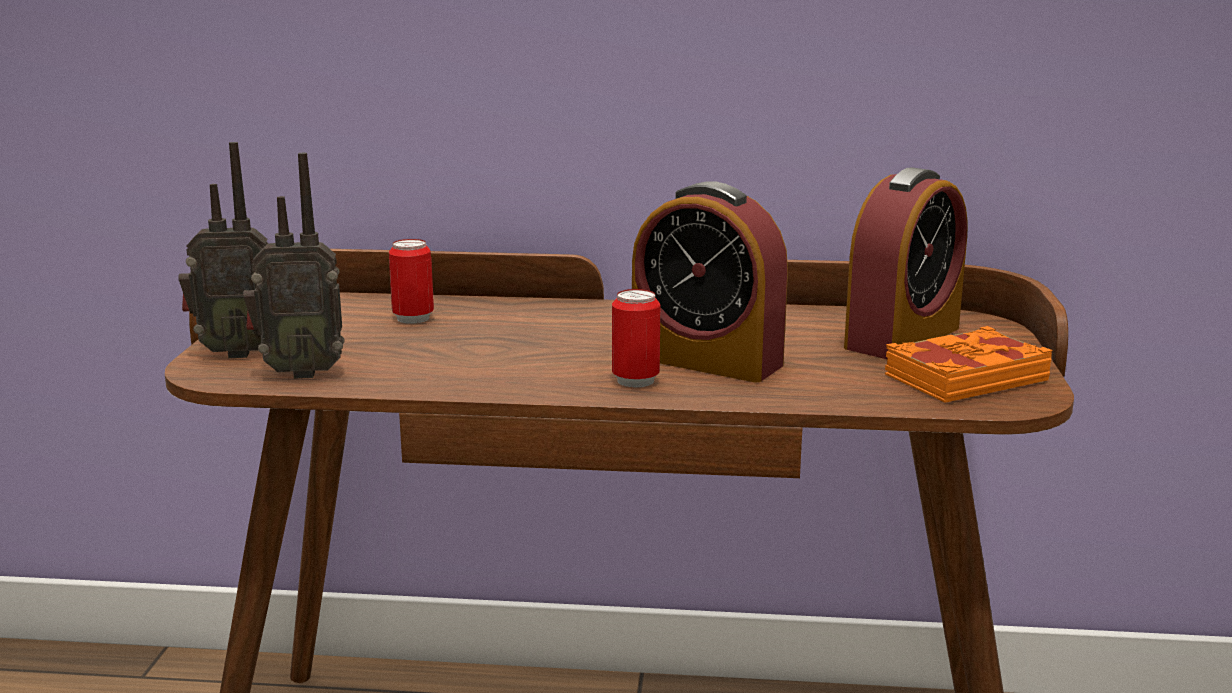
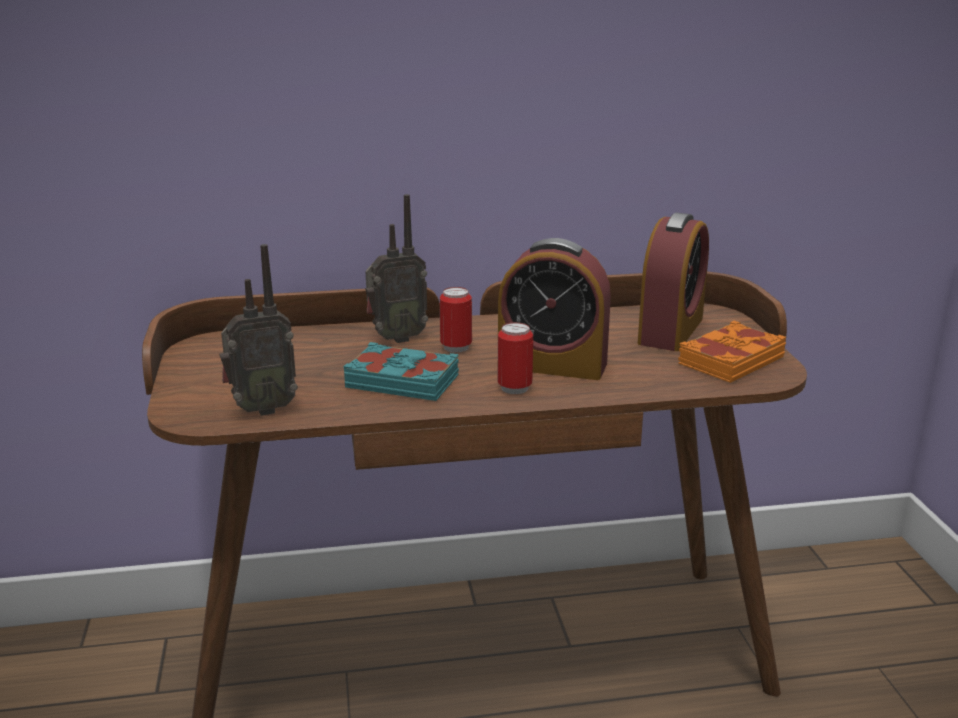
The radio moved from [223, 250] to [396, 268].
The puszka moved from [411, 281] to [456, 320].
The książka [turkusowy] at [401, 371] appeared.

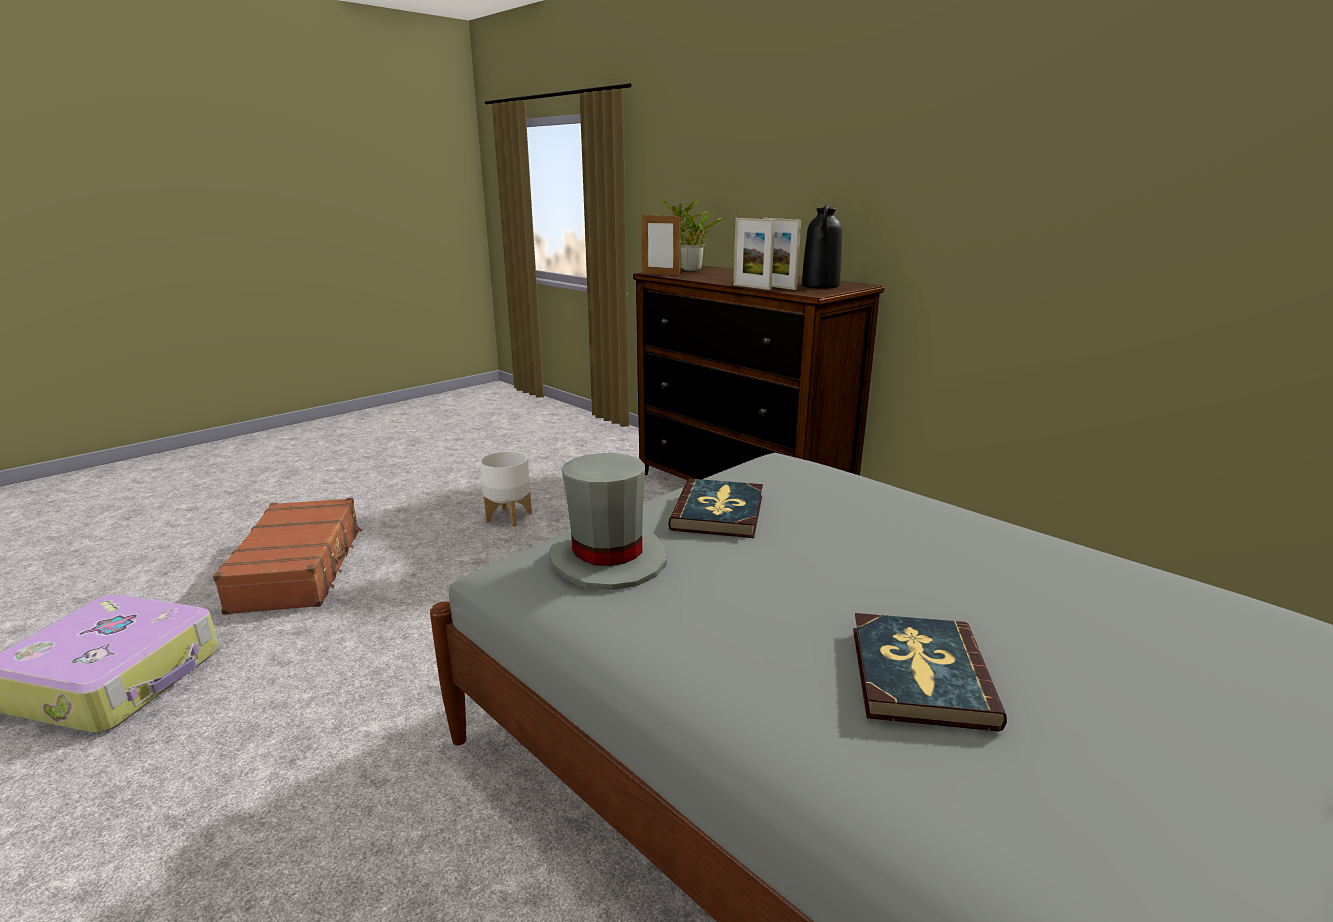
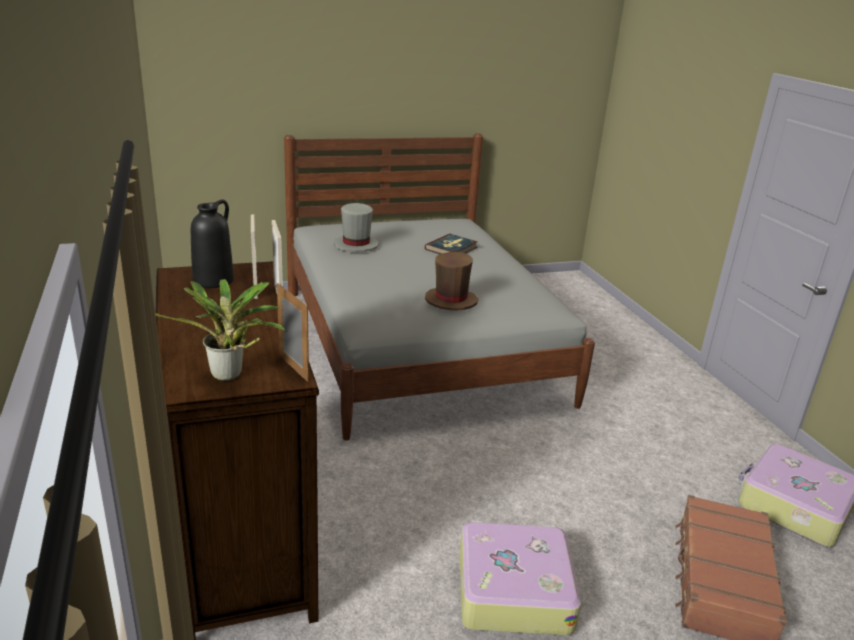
The donica [biały] at [506, 489] was replaced by the walizka at [520, 578].
The kapelusz [szary] moved from [607, 521] to [356, 227].
The książka at [715, 508] was replaced by the kapelusz [brązowy] at [451, 281].

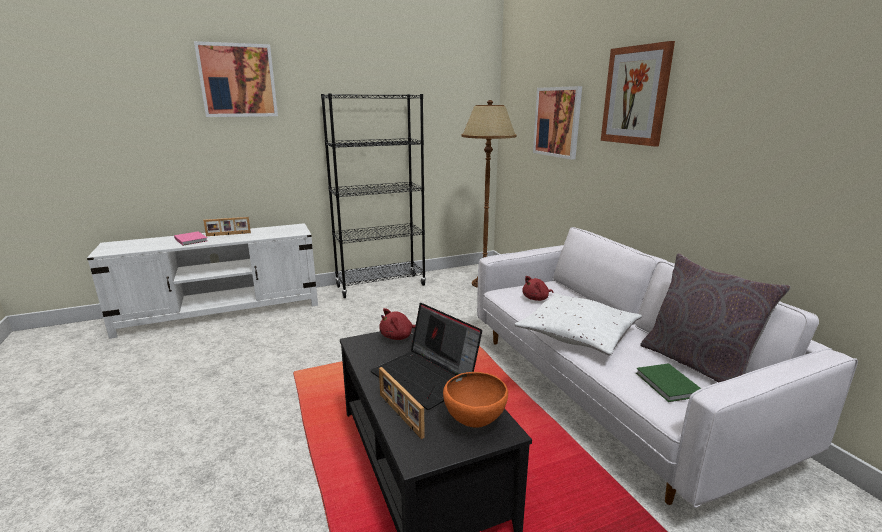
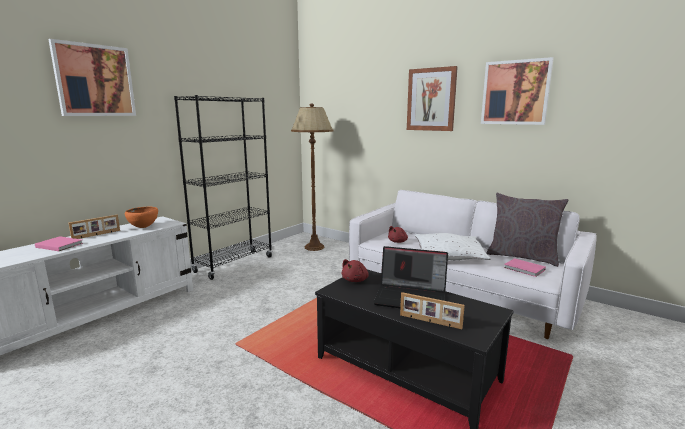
The obraz moved from [557, 123] to [517, 91].
The książka [zielony] at [668, 382] became the książka [różowy] at [525, 267].
The miska [pomarańczowy] moved from [475, 400] to [141, 217].

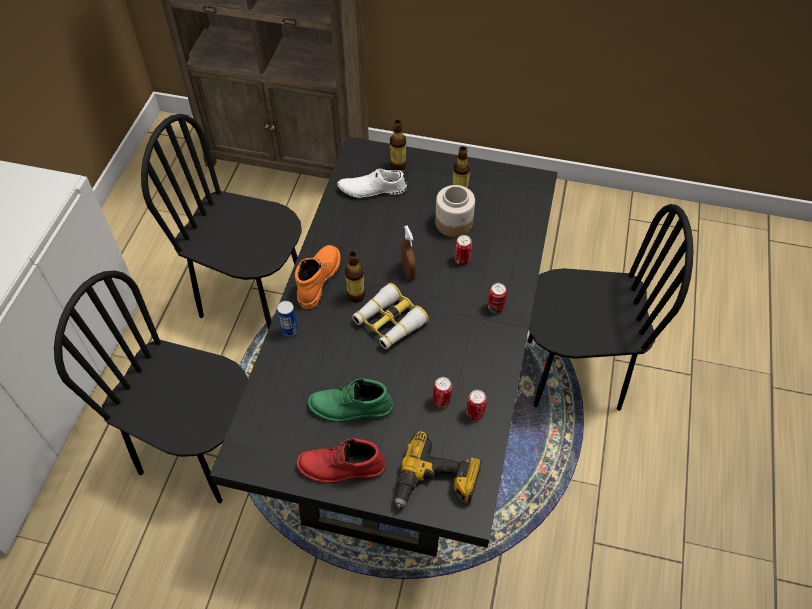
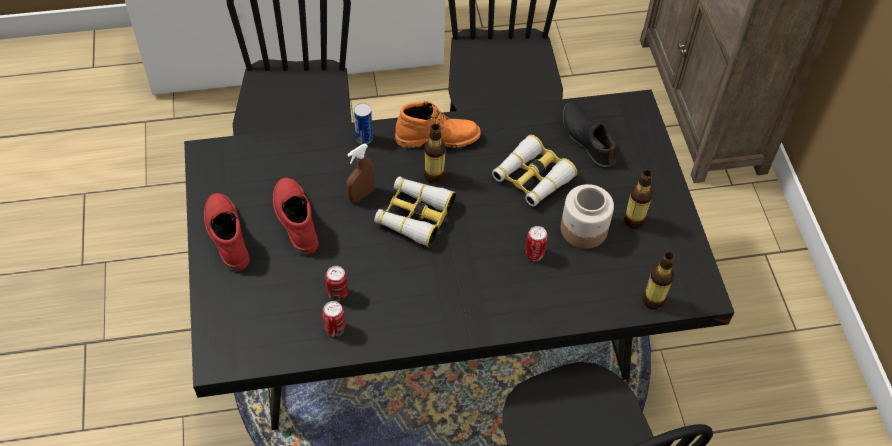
The butelka moved from [398, 145] to [659, 281].
The but [biały] at [372, 183] became the but [czarny] at [589, 135].
The spryskiwacz [brązowy] moved from [408, 253] to [360, 173].
The puszka at [497, 298] disappeared.
The but z cholewką [zielony] at [350, 400] became the but z cholewką [czerwony] at [296, 216].
The wiertarka at [438, 469] disappeared.
The lornetka at [534, 170] appeared.

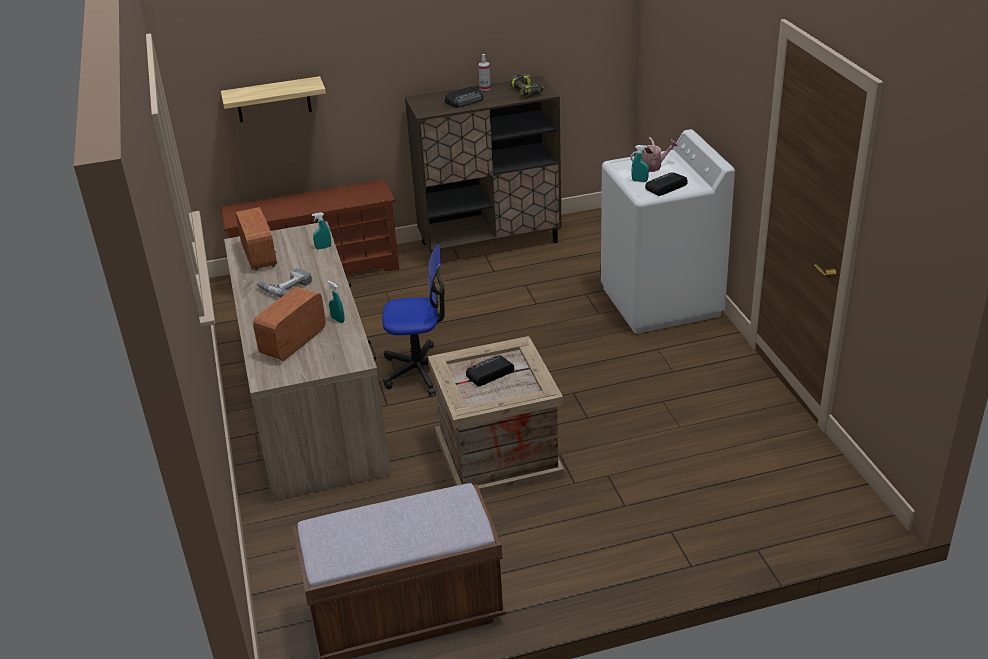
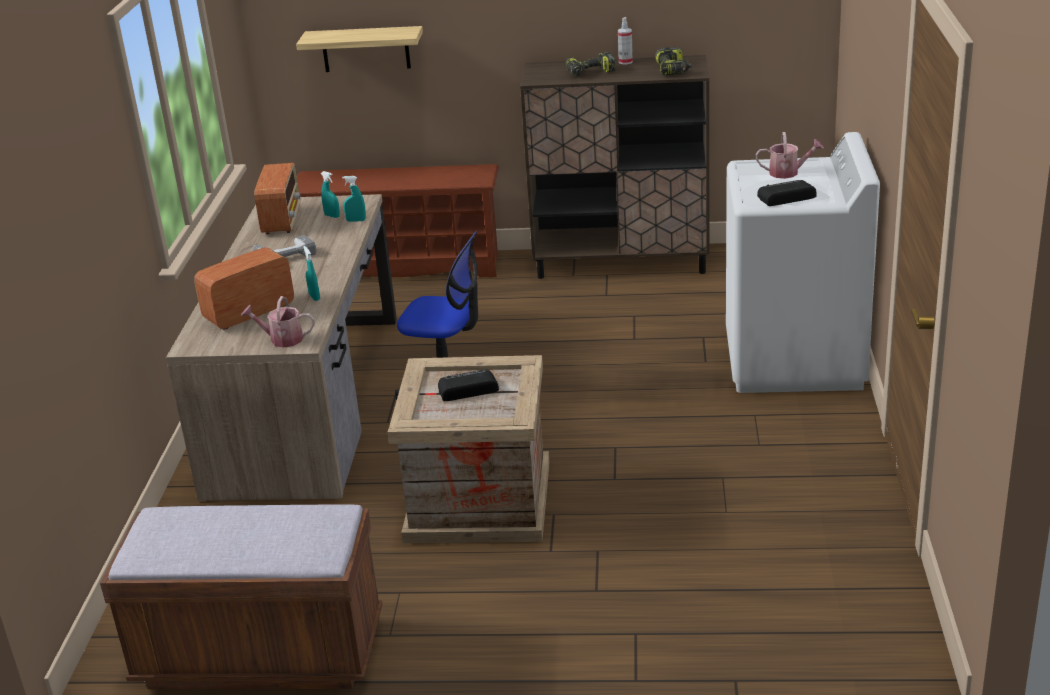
The radio at [464, 97] was replaced by the wiertarka at [591, 64].
The spryskiwacz [turkusowy] moved from [640, 163] to [330, 194].
The konewka at [278, 322] appeared.

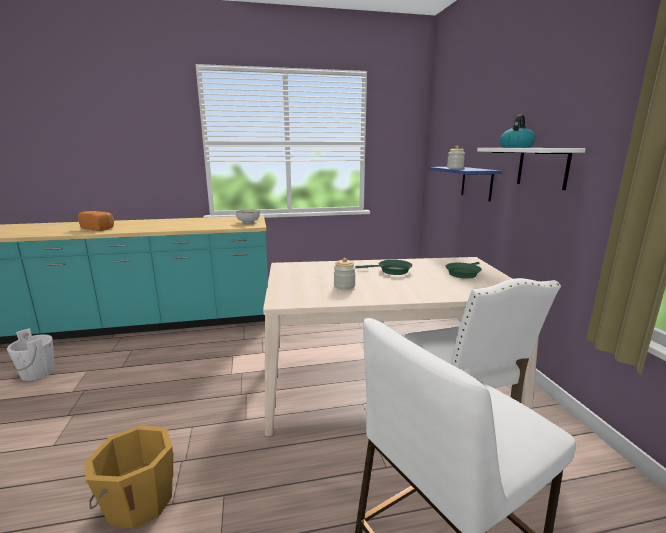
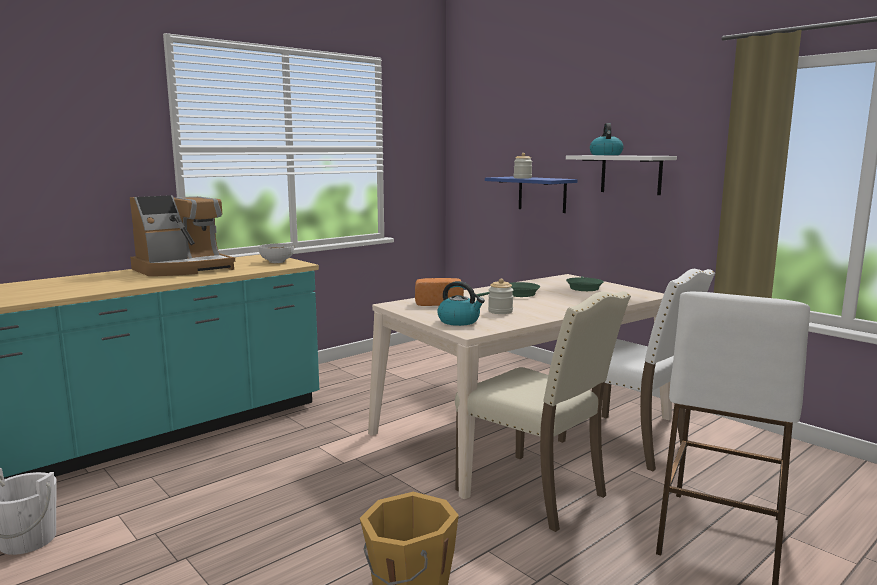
The chleb moved from [96, 221] to [439, 292].
The ekspres do kawy at [182, 235] appeared.
The czajnik at [461, 303] appeared.
The krzesło [beżowy] at [543, 411] appeared.

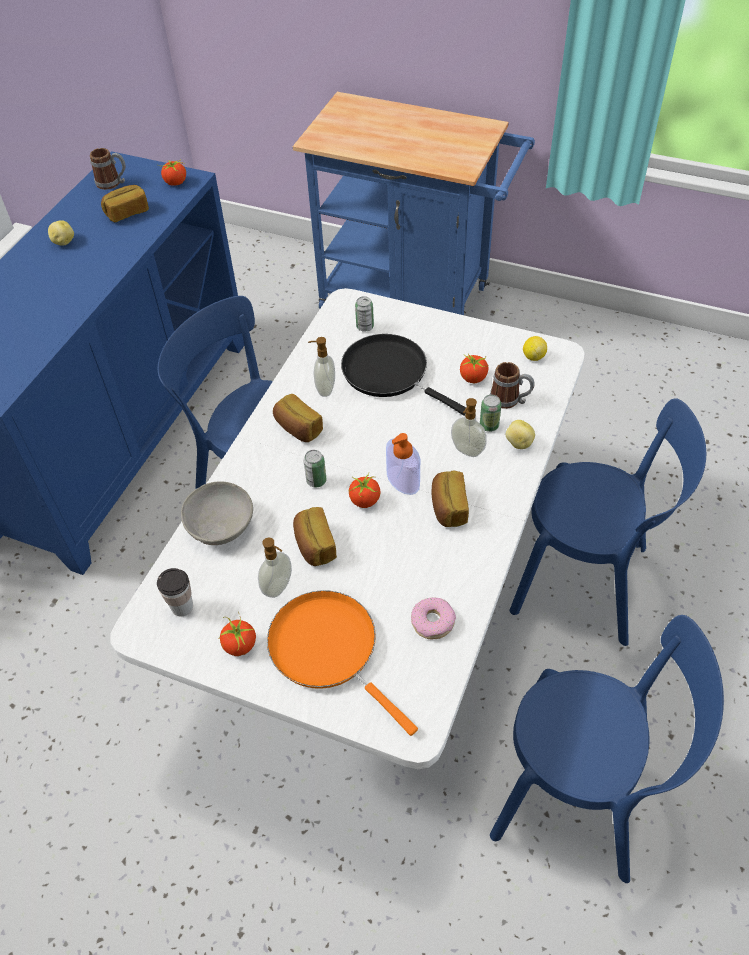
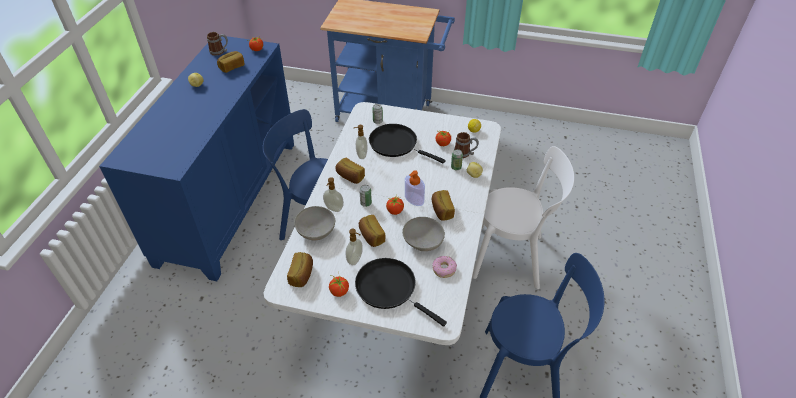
The dozownik mydła moved from [469, 427] to [333, 194].
The krzesło [niebieski] at [608, 522] became the krzesło [biały] at [523, 217].
The filiżanka at [175, 592] was replaced by the chleb at [300, 269].
The patelnia [pomarańczowy] at [342, 663] became the patelnia [czarny] at [401, 292].
The miska [szary] at [423, 234] appeared.

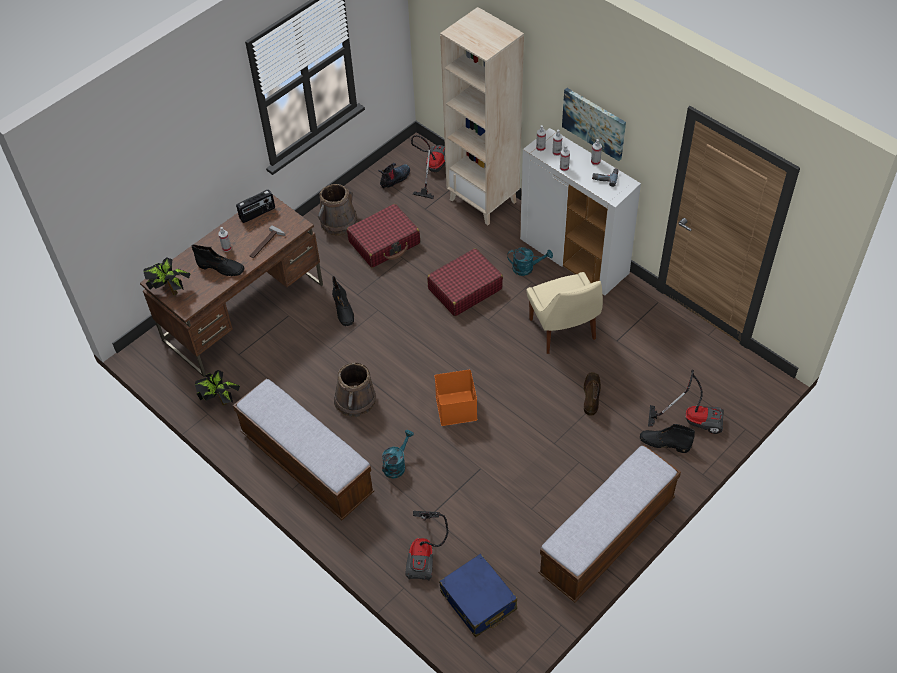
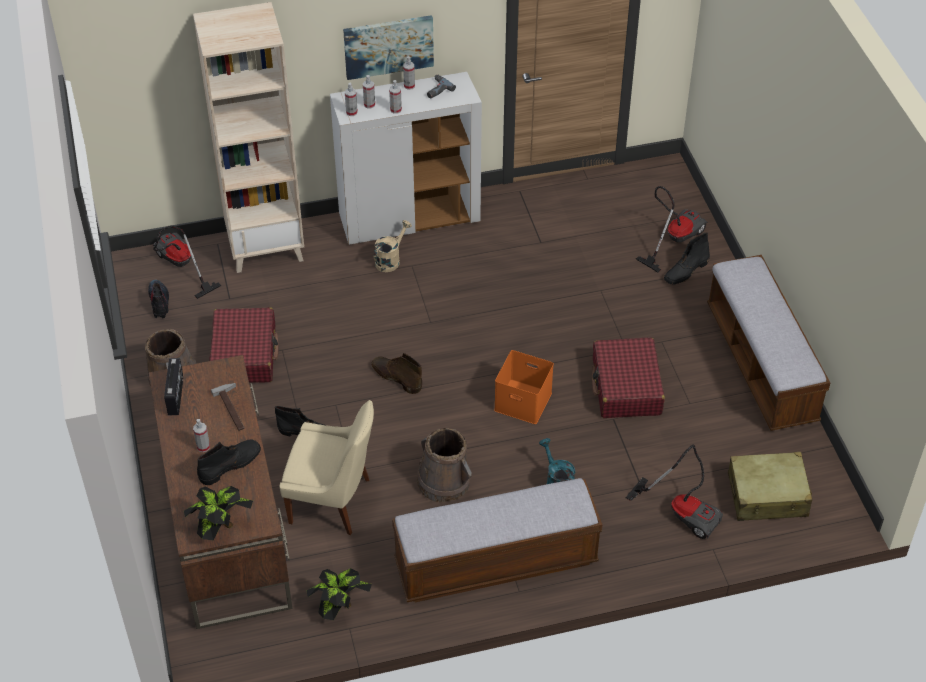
The konewka [turkusowy] at [530, 261] became the konewka [beżowy] at [393, 246].
The walizka [czerwony] moved from [465, 282] to [628, 378].
The krzesło [beżowy] moved from [565, 313] to [327, 467].
The but z cholewką [brązowy] moved from [592, 394] to [396, 373].
The walizka [niebieski] at [478, 595] became the walizka [beżowy] at [770, 486].

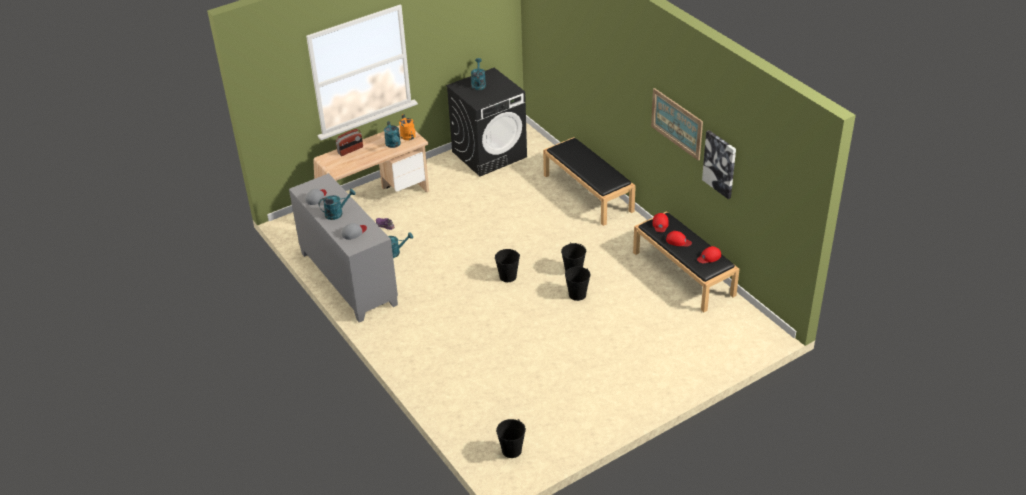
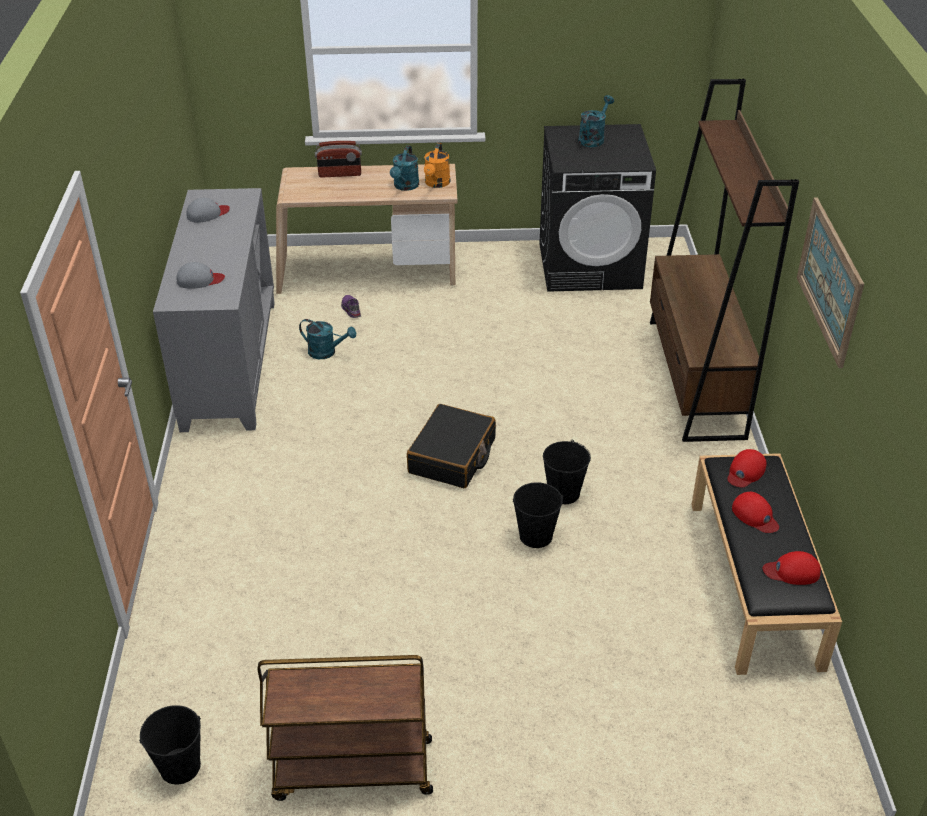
The obraz at [719, 164] disappeared.
The ławka [czarny] at [589, 181] was replaced by the regał [brązowy] at [724, 260].
The konewka [turkusowy] at [337, 204] disappeared.
The wiadro [czarny] at [507, 265] was replaced by the walizka [czarny] at [451, 446].
The wózek [brązowy] at [345, 728] appeared.

